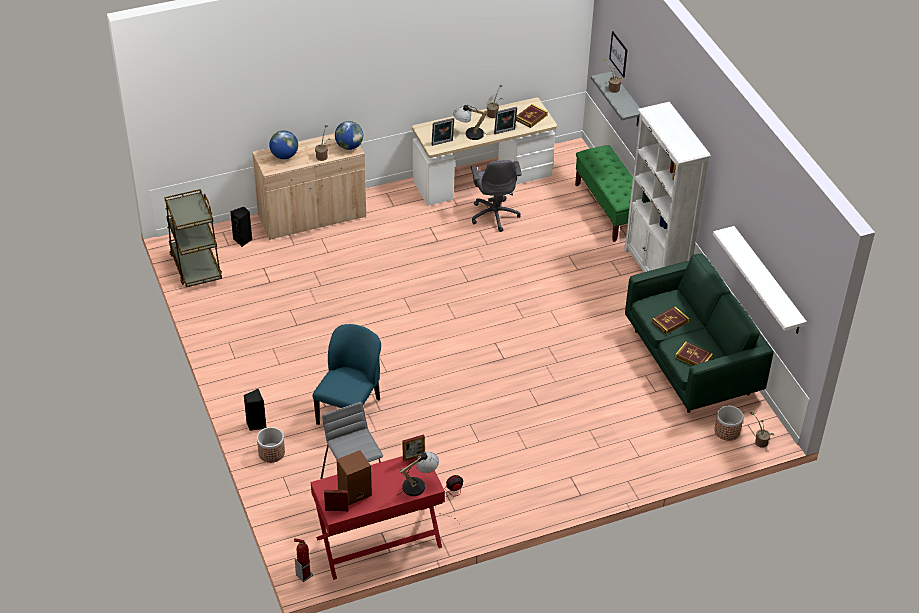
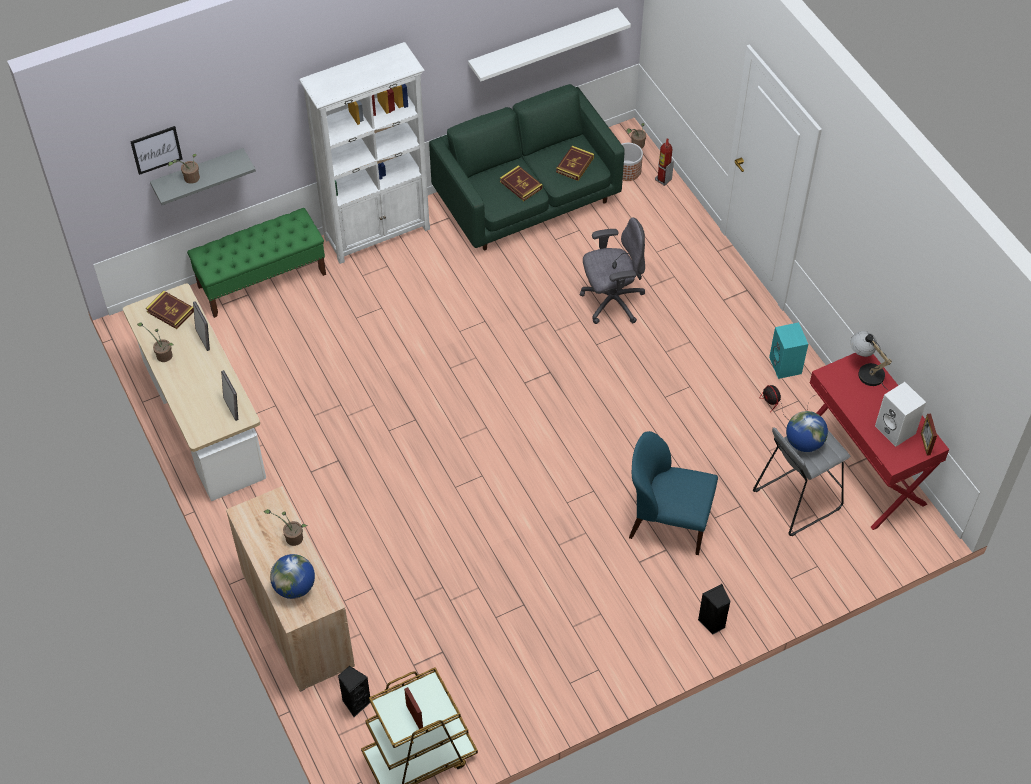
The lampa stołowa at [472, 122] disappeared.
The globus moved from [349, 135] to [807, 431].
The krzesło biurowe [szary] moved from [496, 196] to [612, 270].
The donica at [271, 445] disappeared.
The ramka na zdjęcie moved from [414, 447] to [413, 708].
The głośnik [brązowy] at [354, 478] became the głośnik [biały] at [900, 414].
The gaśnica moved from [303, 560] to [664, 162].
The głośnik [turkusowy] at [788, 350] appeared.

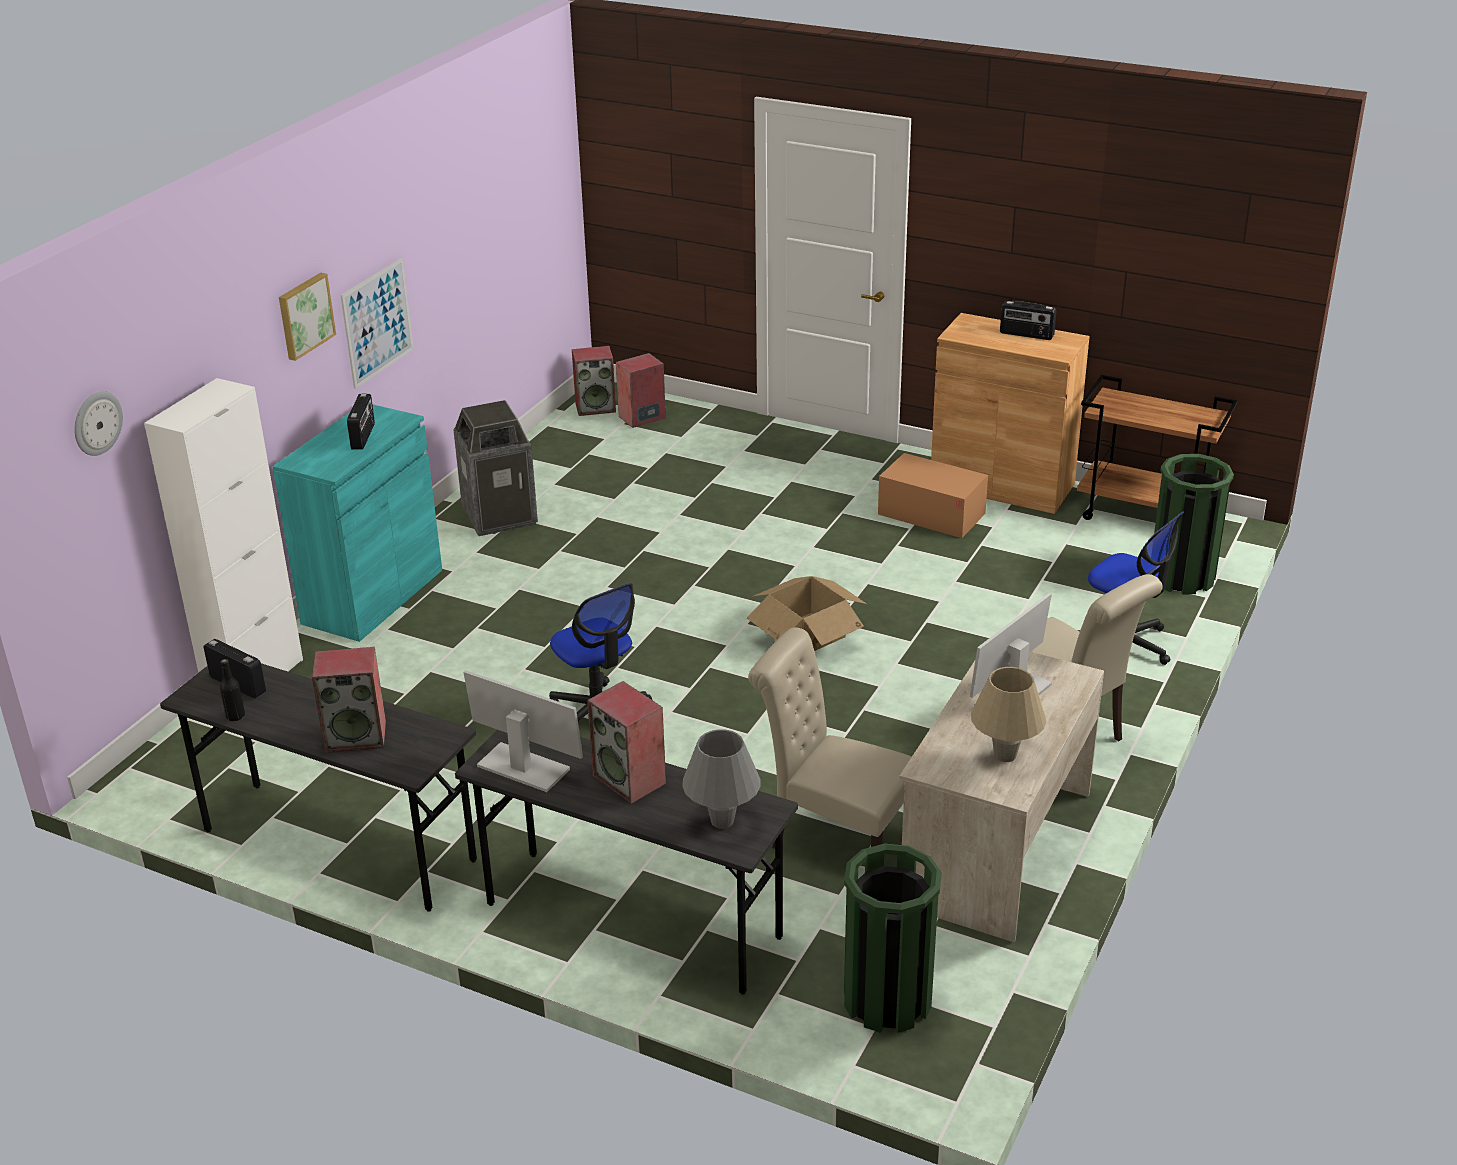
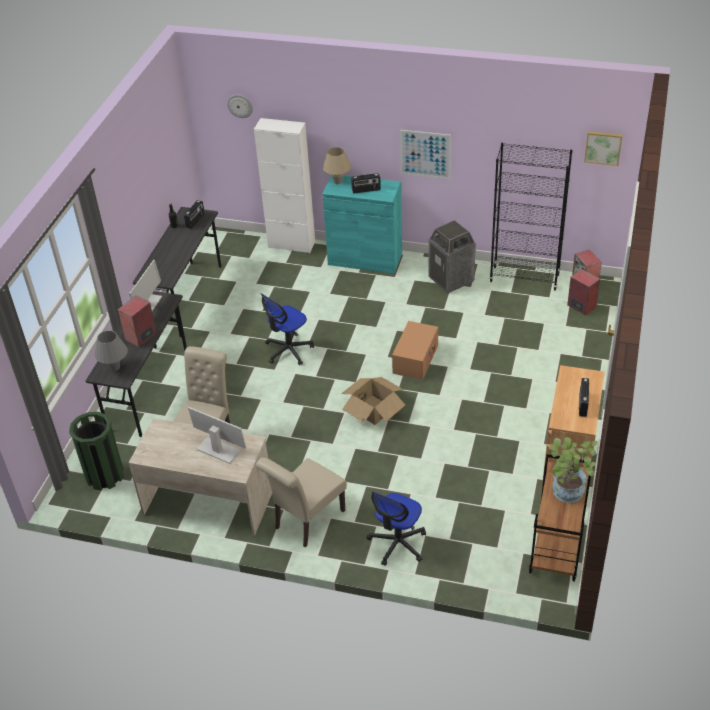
The obraz moved from [307, 317] to [603, 148].
The karton moved from [933, 495] to [415, 350].
The kosz na śmieci [zielony] at [1194, 524] disappeared.
The głośnik at [349, 700] disappeared.
The lampa stołowa [beżowy] moved from [1008, 714] to [337, 165].
The regał [czarny] at [531, 216] appeared.
The roślina doniczkowa at [573, 470] appeared.

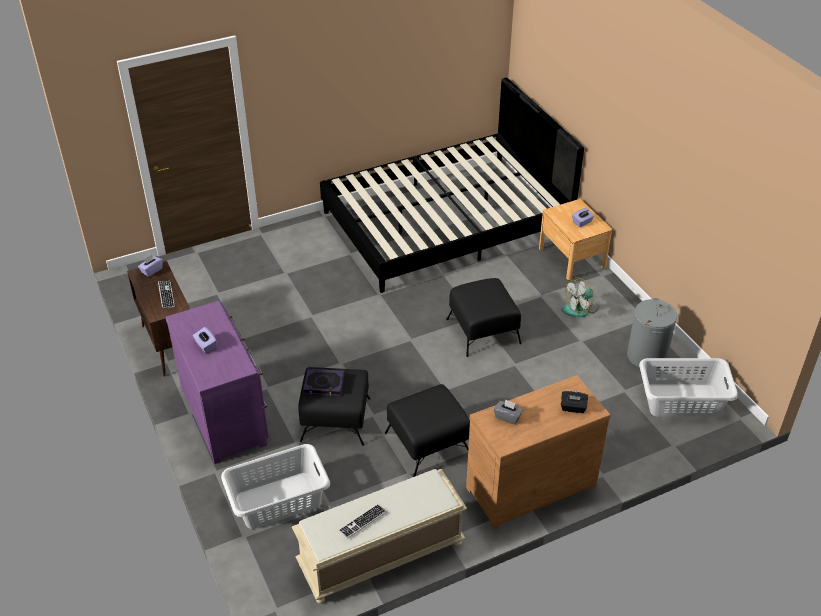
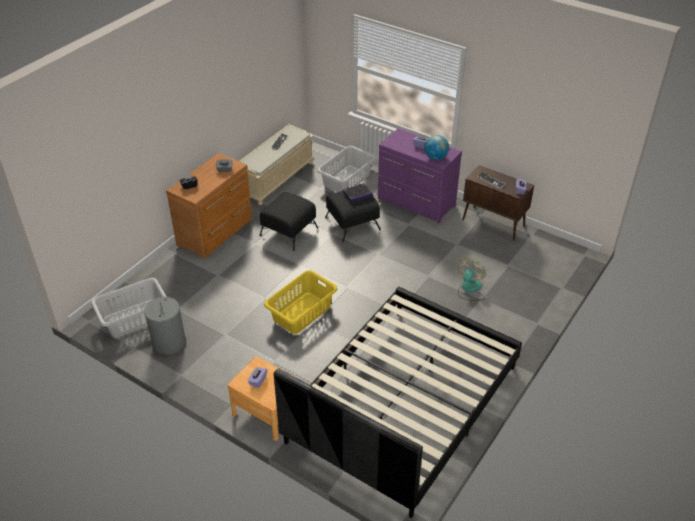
The wentylator moved from [580, 297] to [471, 279].
The pufa [czarny] at [483, 317] was replaced by the kosz na pranie [żółty] at [300, 302].
The globus at [436, 147] appeared.

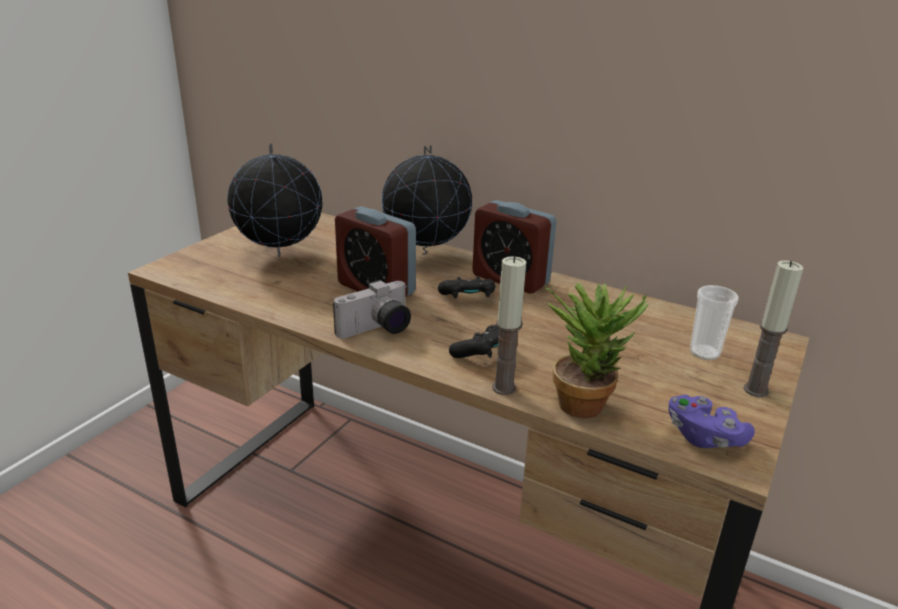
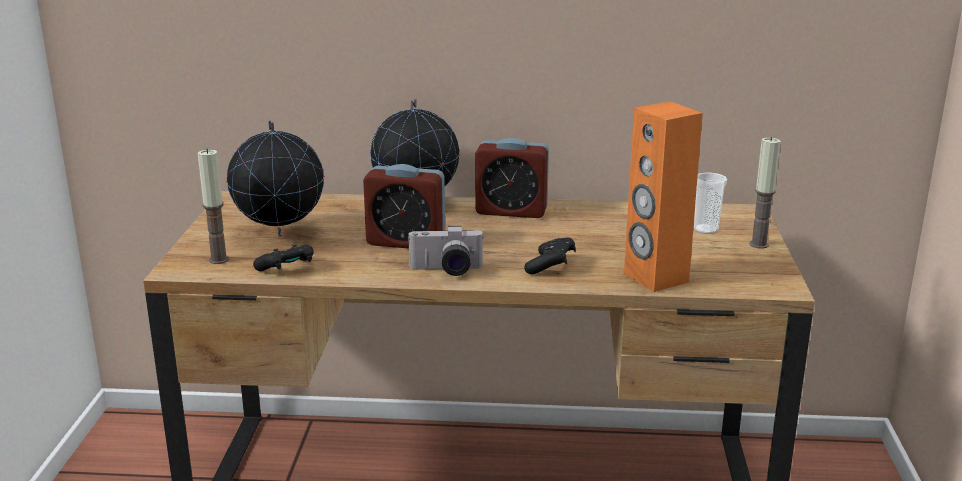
The świeca moved from [509, 325] to [213, 206].
The pad do gier [czarny] moved from [467, 287] to [283, 257].
The aparat fotograficzny at [372, 309] turned 60 degrees clockwise.
The roślina doniczkowa at [596, 350] was replaced by the głośnik [pomarańczowy] at [663, 196].
The pad do gier [fioletowy] at [712, 421] disappeared.

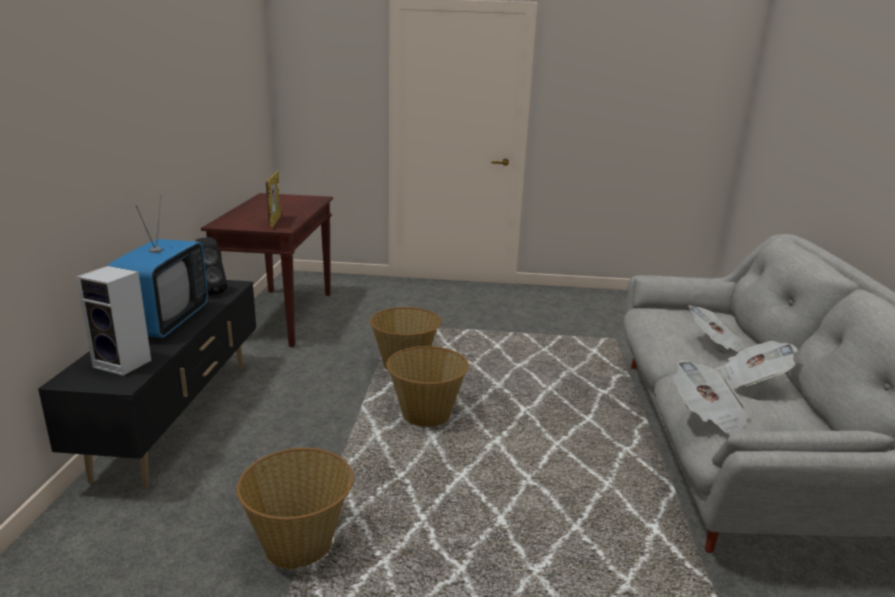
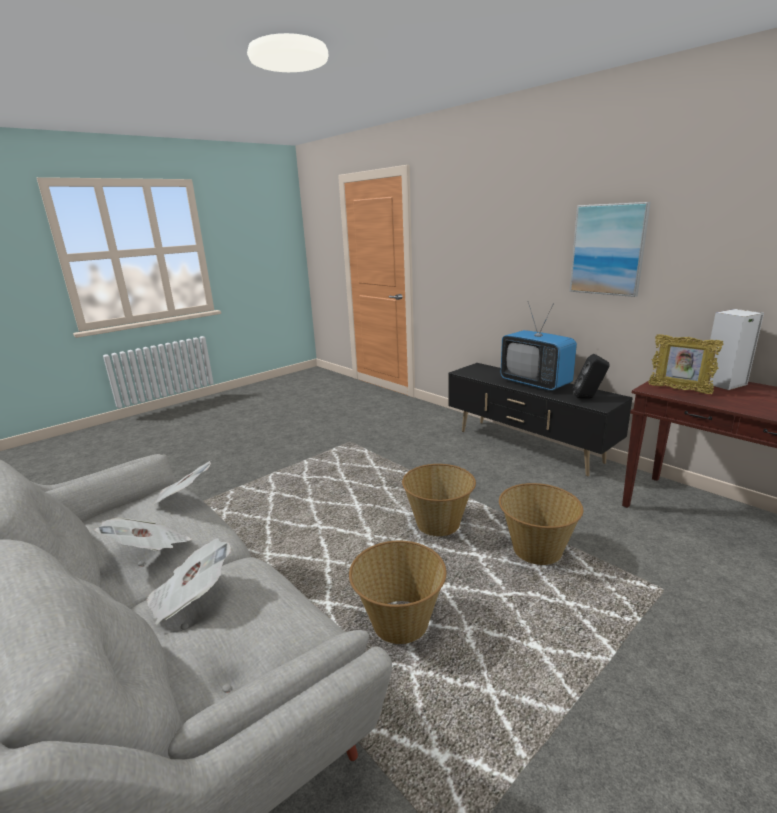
The głośnik moved from [113, 321] to [736, 349].
The koszyk moved from [295, 508] to [397, 592].
The obraz at [610, 249] appeared.

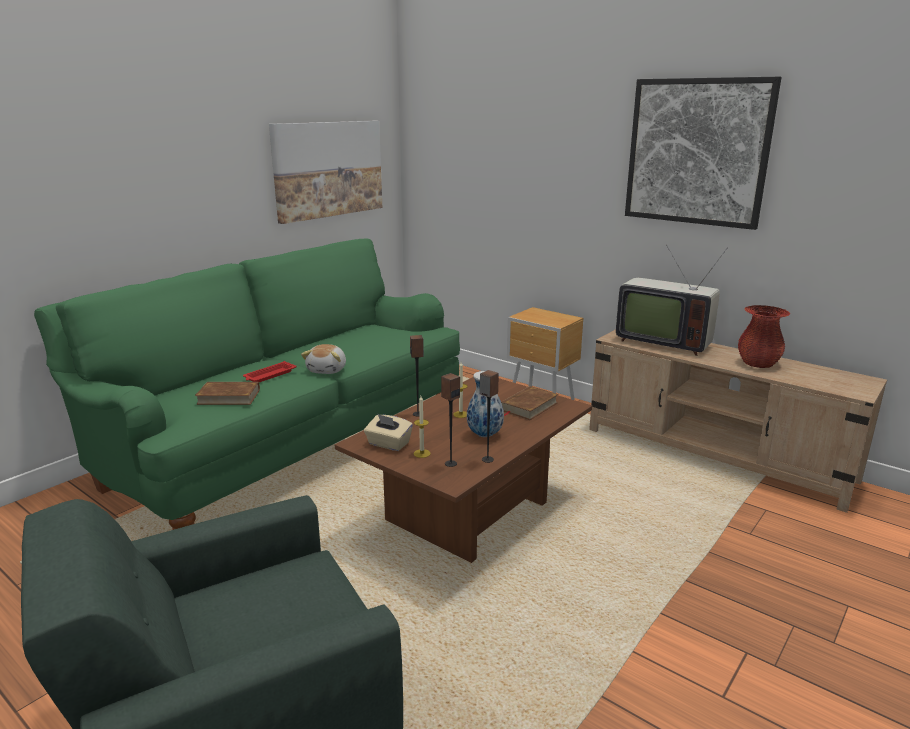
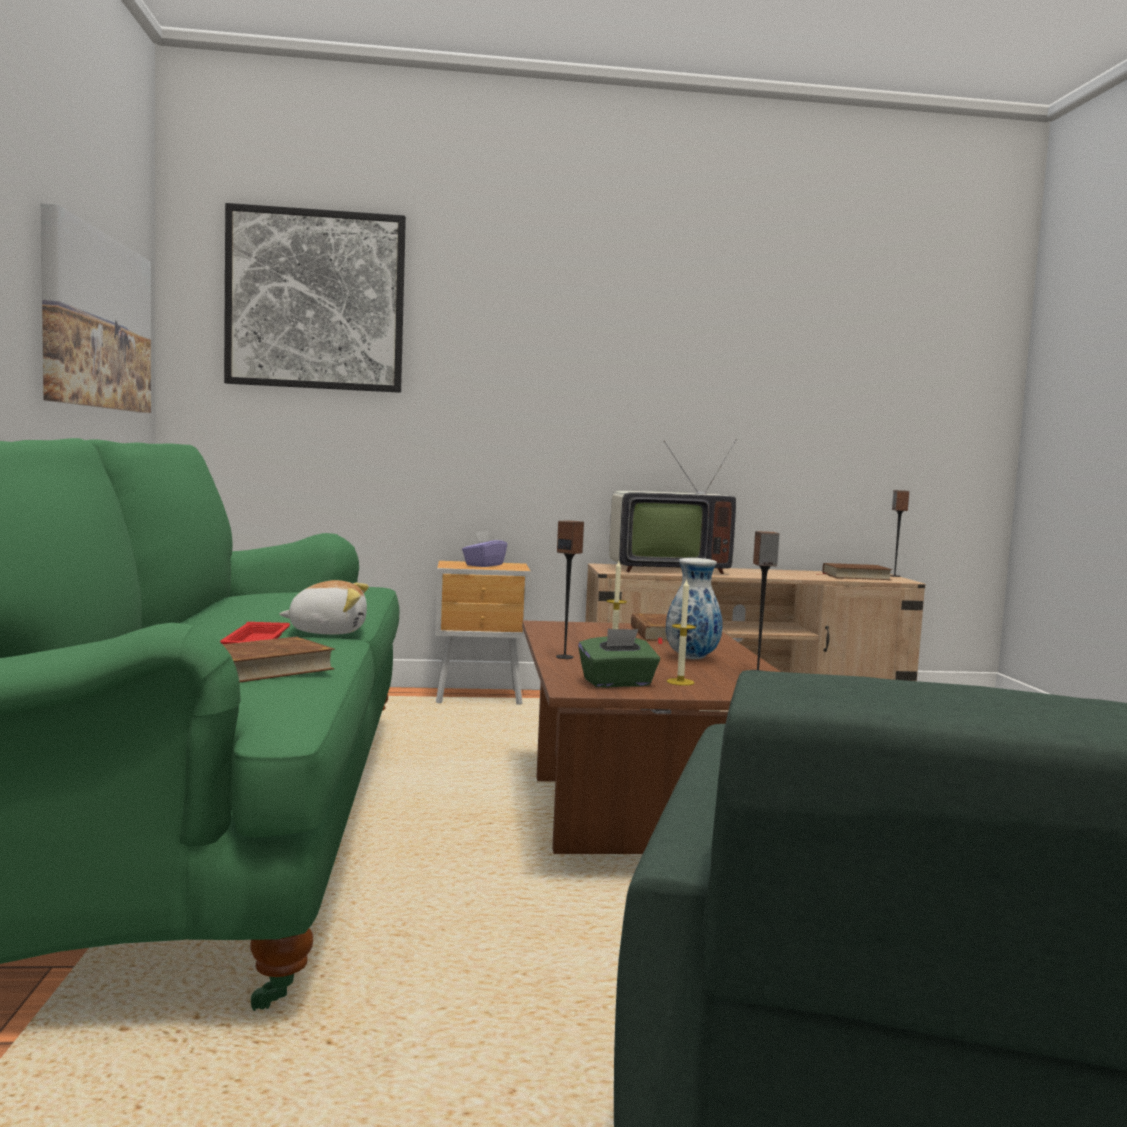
The obraz moved from [703, 153] to [315, 298].
The wazon [czerwony] at [764, 336] disappeared.
The pluszak at [323, 359] turned 60 degrees counterclockwise.
The głośnik moved from [450, 420] to [899, 533].
The pudełko chusteczek [beżowy] at [388, 432] became the pudełko chusteczek [zielony] at [619, 658].
The pudełko chusteczek [fioletowy] at [484, 549] appeared.
The książka [brązowy] at [857, 571] appeared.

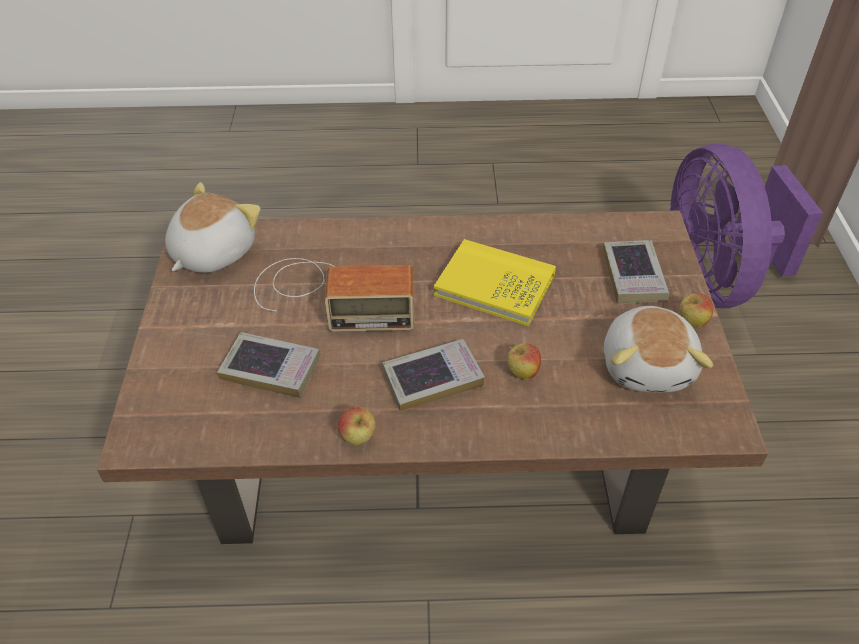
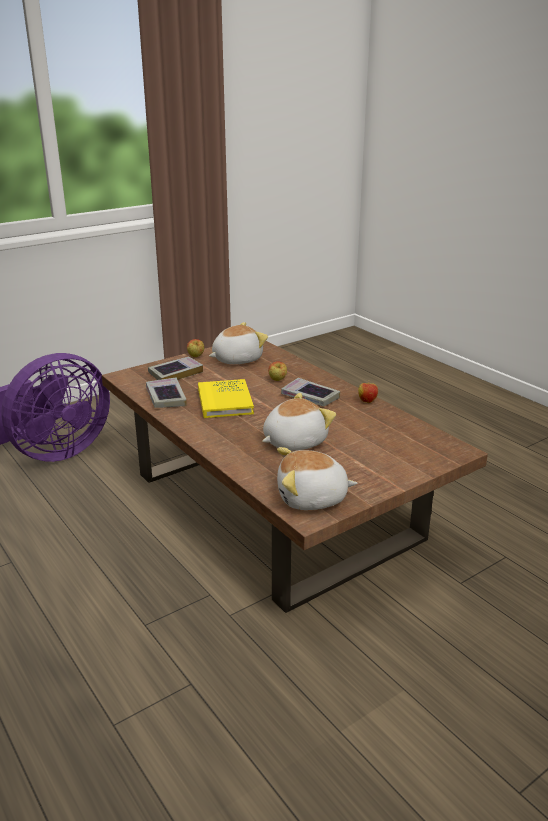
The radio at [334, 295] was replaced by the pluszak at [299, 422].
The książka moved from [269, 365] to [166, 393].

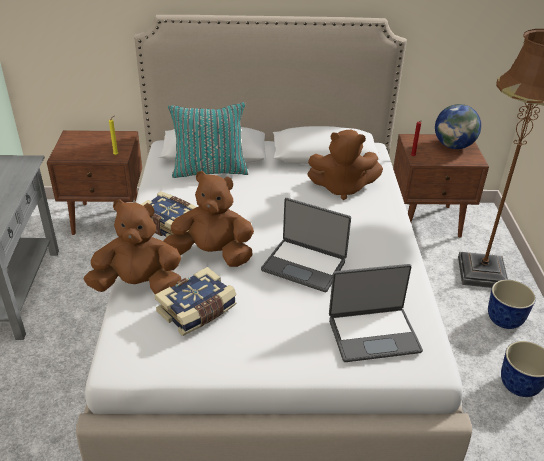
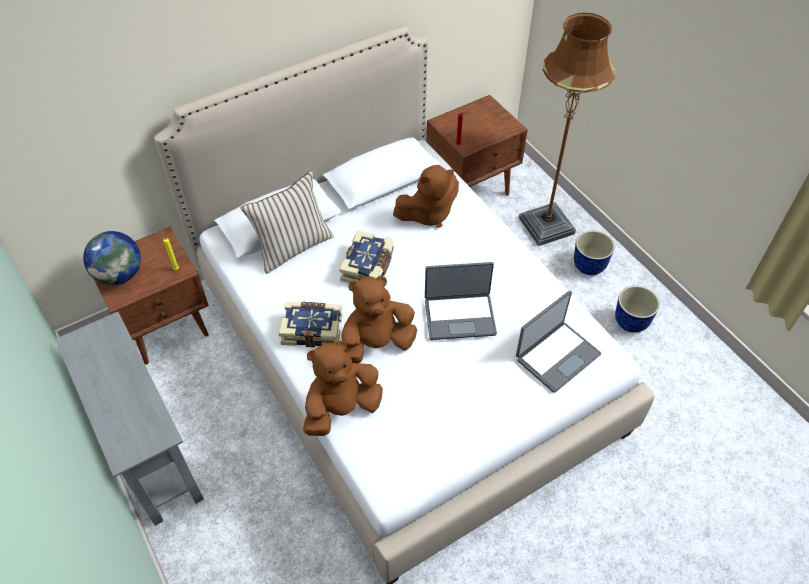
The poduszka [turkusowy] at [208, 140] became the poduszka [beżowy] at [287, 222].
The globus moved from [458, 126] to [112, 258].
The książka moved from [196, 301] to [366, 257].

